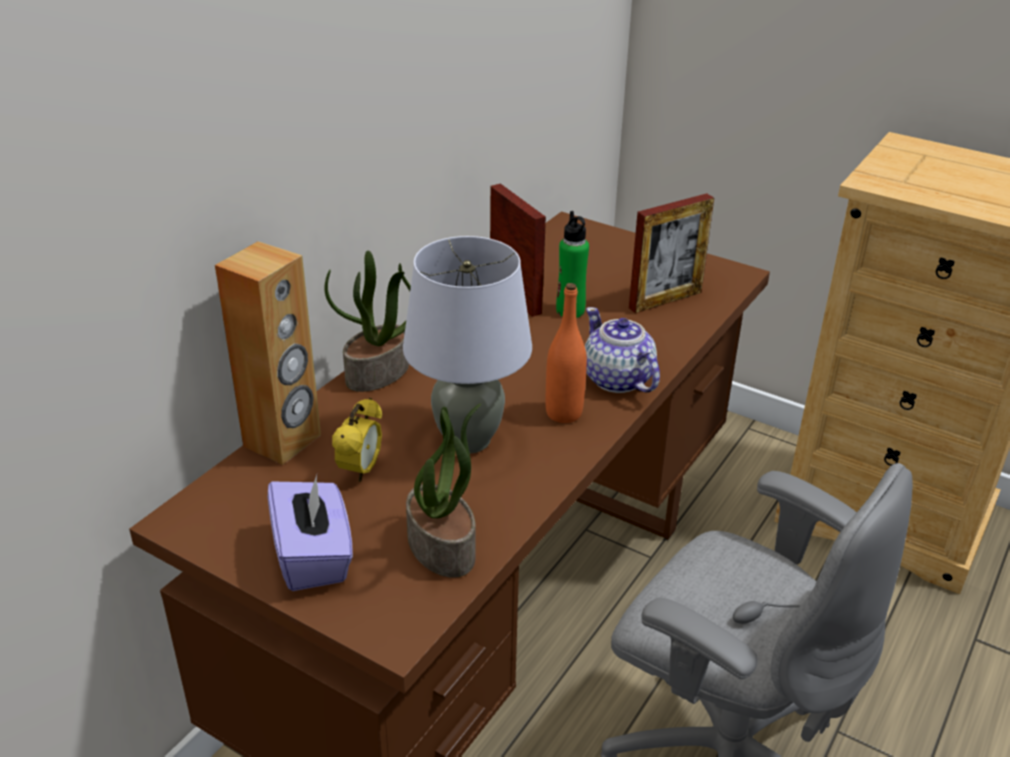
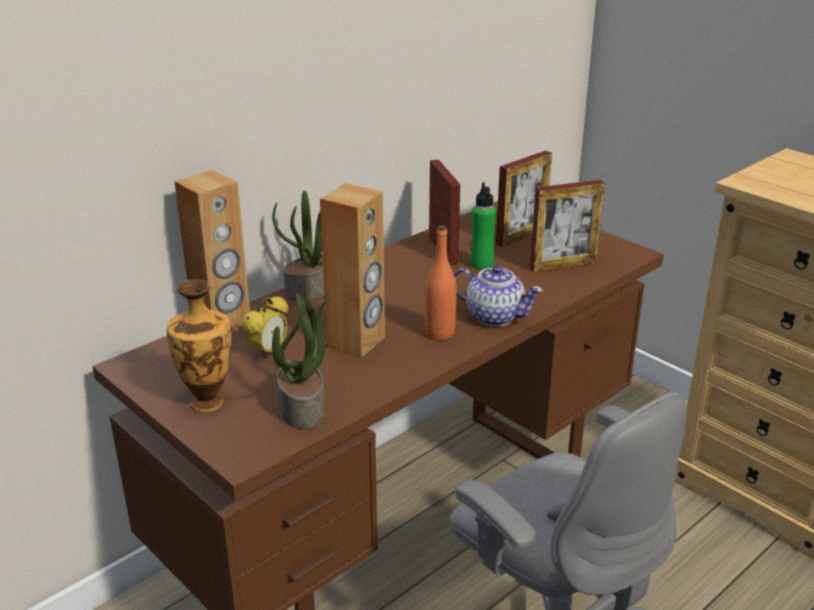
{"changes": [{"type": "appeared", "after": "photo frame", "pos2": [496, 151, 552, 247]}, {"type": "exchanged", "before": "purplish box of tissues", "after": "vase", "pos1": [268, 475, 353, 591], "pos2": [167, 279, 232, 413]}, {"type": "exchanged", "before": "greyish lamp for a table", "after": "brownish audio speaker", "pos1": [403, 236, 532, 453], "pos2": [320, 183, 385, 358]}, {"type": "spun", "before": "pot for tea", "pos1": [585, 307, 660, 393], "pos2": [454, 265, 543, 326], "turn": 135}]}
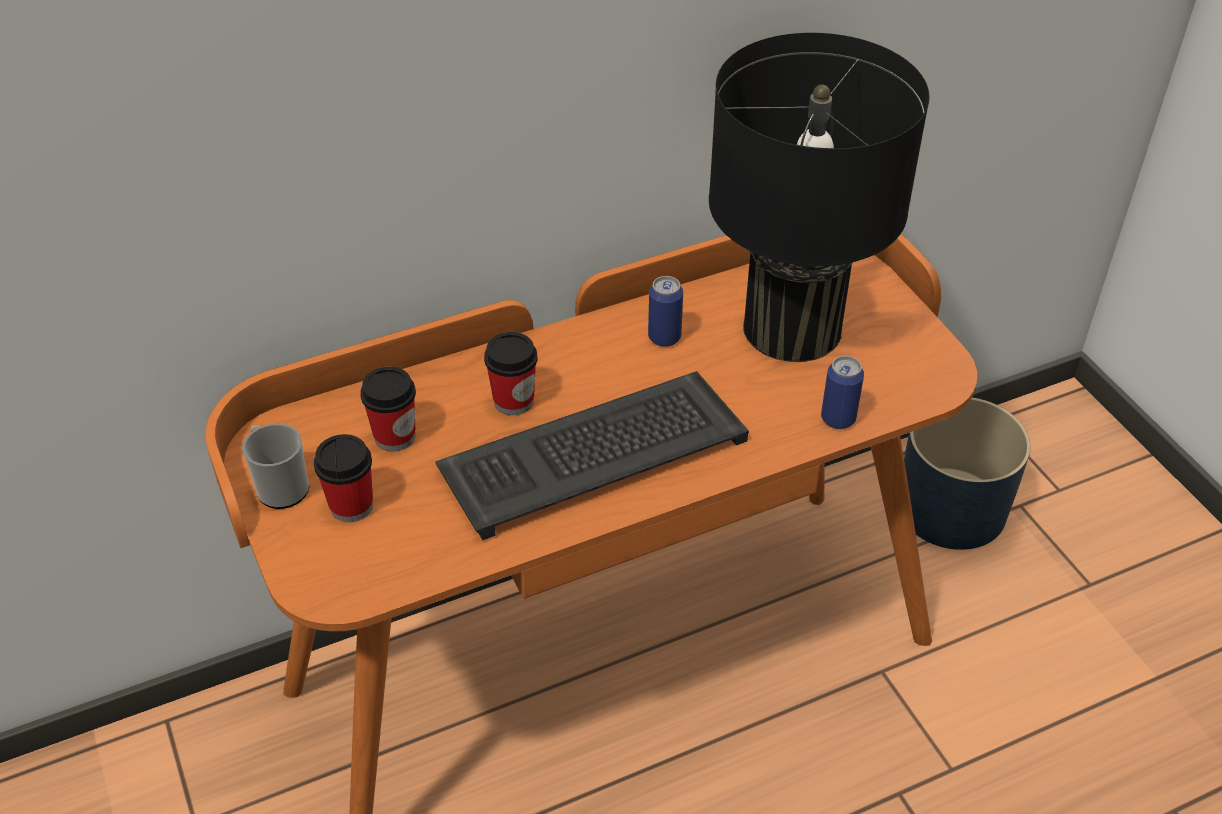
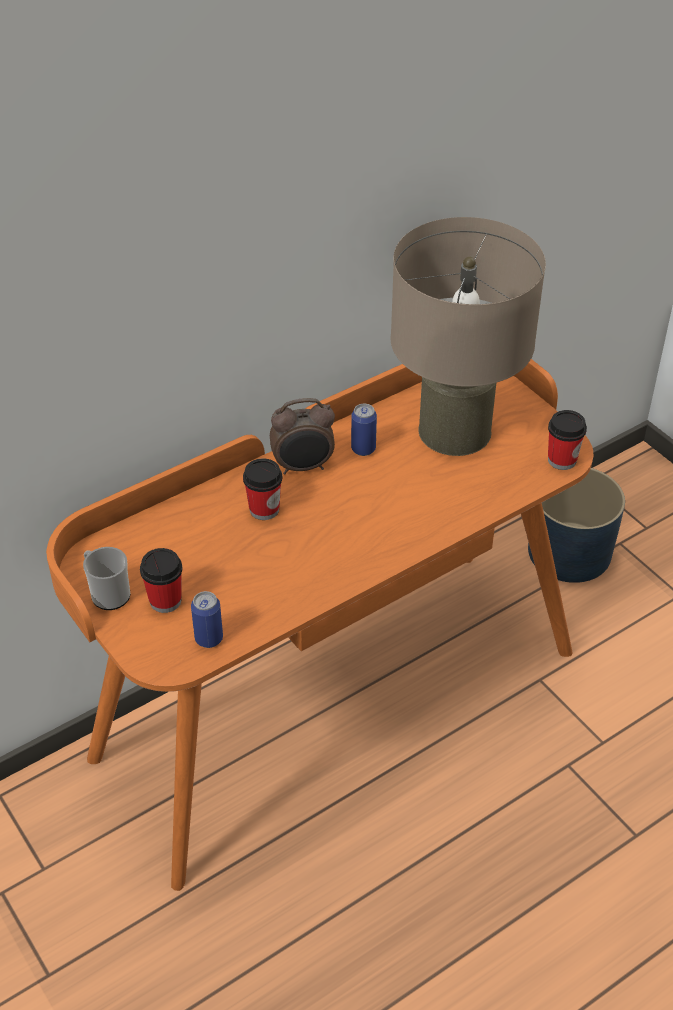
{"changes": [{"type": "missing", "before": "PC keyboard", "pos1": [435, 371, 749, 540]}, {"type": "appeared", "after": "bedside clock", "pos2": [270, 398, 335, 475]}, {"type": "relocated", "before": "small cup", "pos1": [360, 367, 416, 452], "pos2": [548, 410, 587, 470]}, {"type": "relocated", "before": "metal can", "pos1": [821, 356, 864, 429], "pos2": [191, 591, 223, 648]}, {"type": "colour", "before": "black lamp for a table", "after": "sand-coloured lamp for a table", "pos1": [709, 33, 930, 362], "pos2": [391, 217, 546, 456]}]}
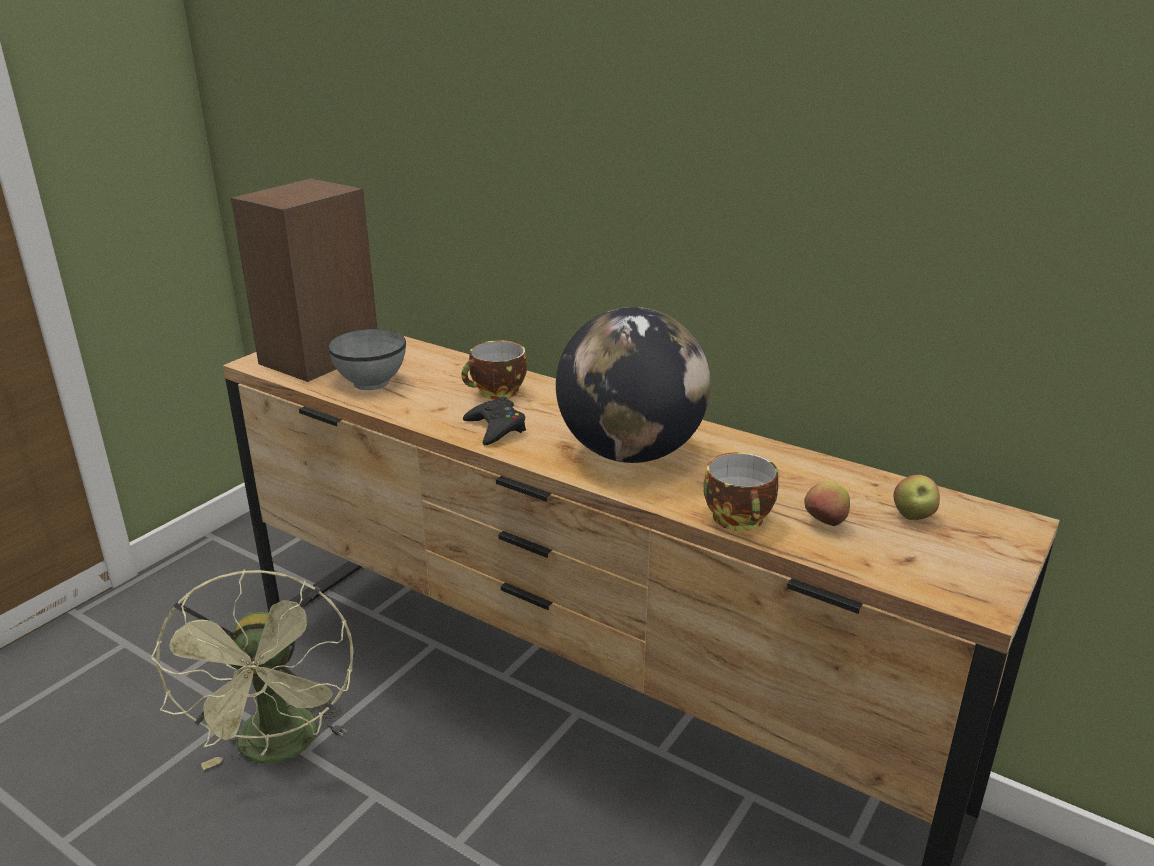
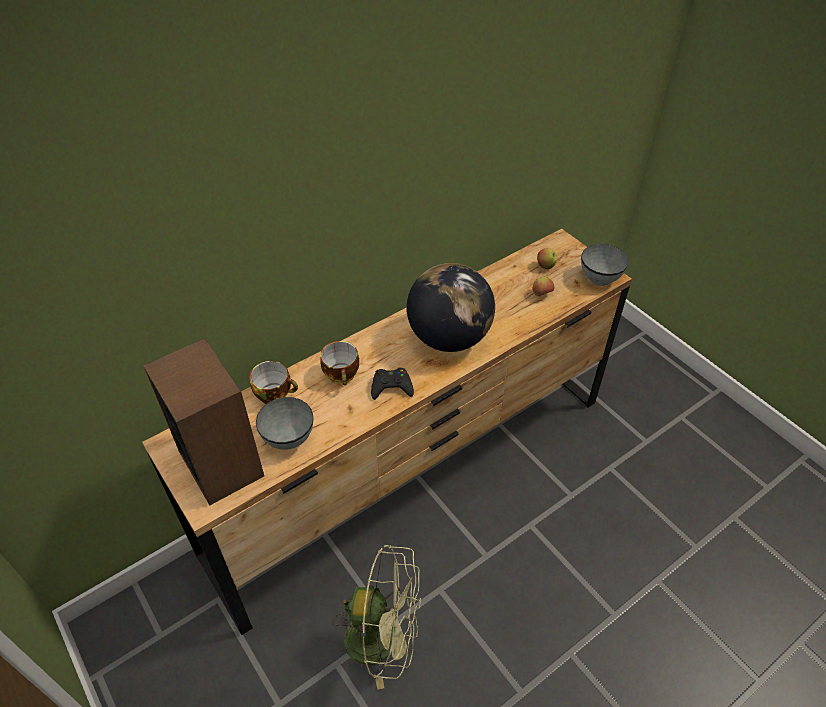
{"changes": [{"type": "appeared", "after": "greyish serving bowl", "pos2": [581, 244, 629, 286]}, {"type": "relocated", "before": "small cup", "pos1": [704, 452, 778, 531], "pos2": [250, 361, 298, 404]}]}
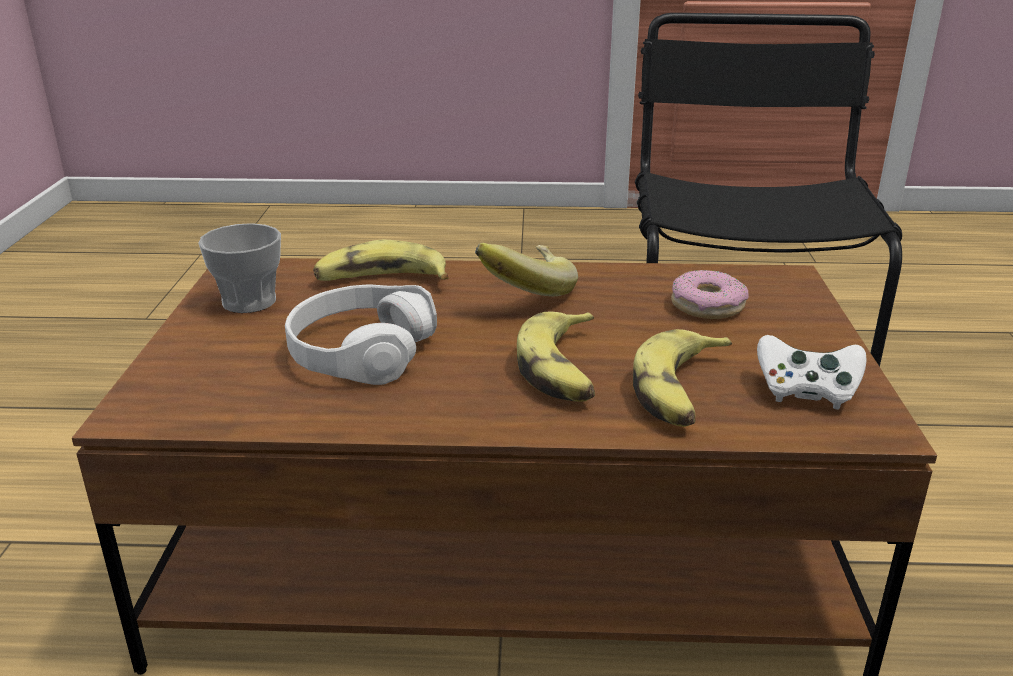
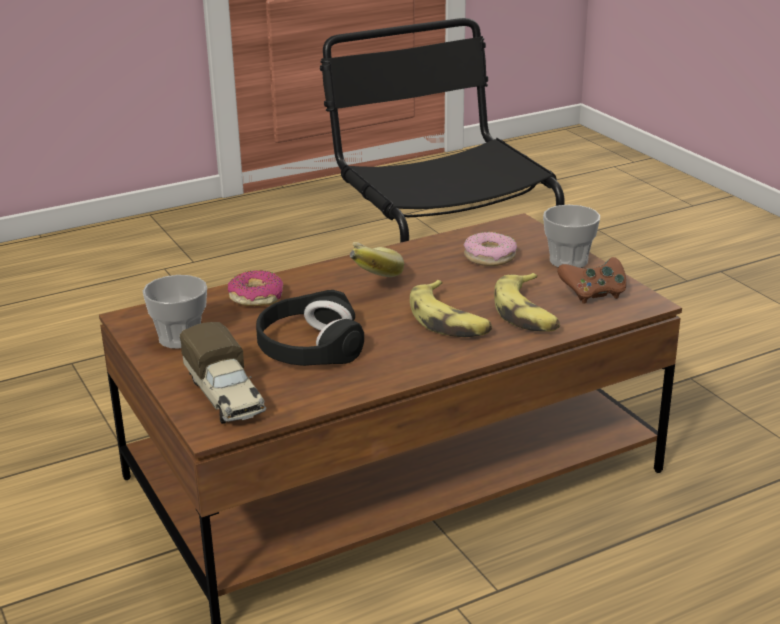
{"changes": [{"type": "appeared", "after": "toy truck", "pos2": [180, 322, 267, 424]}, {"type": "appeared", "after": "small cup", "pos2": [543, 205, 600, 268]}, {"type": "exchanged", "before": "banana", "after": "ring doughnut", "pos1": [313, 240, 449, 281], "pos2": [228, 270, 283, 306]}, {"type": "colour", "before": "white-coloured pair of headphones", "after": "black pair of headphones", "pos1": [285, 284, 437, 385], "pos2": [256, 290, 364, 366]}, {"type": "colour", "before": "white-coloured game controller", "after": "brownish game controller", "pos1": [757, 335, 866, 410], "pos2": [557, 257, 626, 304]}]}
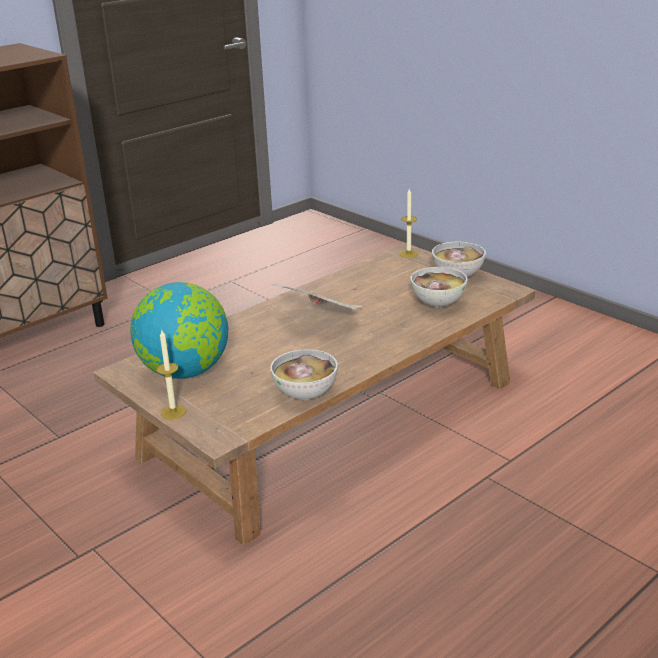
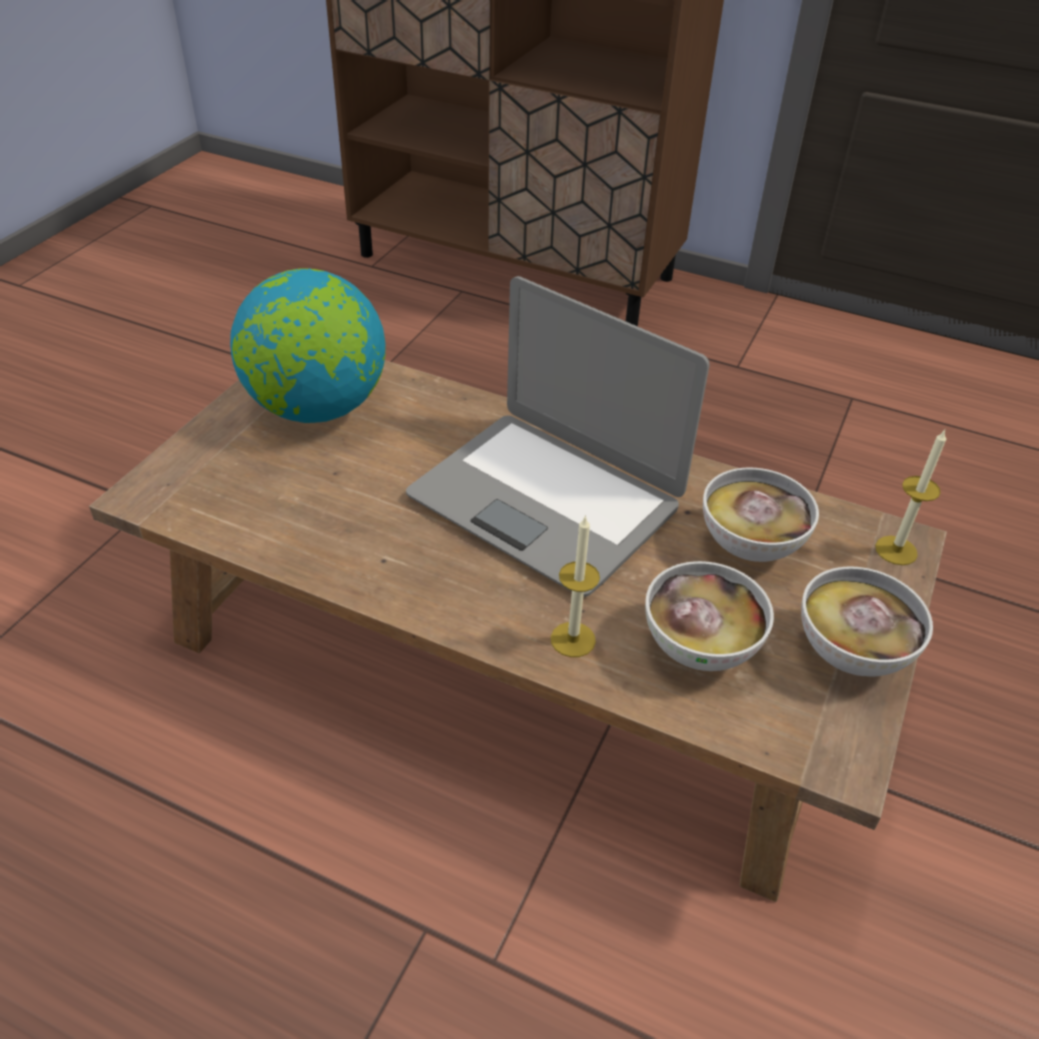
{"changes": [{"type": "relocated", "before": "wax candle", "pos1": [156, 330, 186, 419], "pos2": [551, 515, 600, 657]}, {"type": "relocated", "before": "serving bowl", "pos1": [270, 349, 338, 400], "pos2": [703, 468, 819, 562]}, {"type": "exchanged", "before": "daily paper", "after": "notebook computer", "pos1": [271, 284, 363, 310], "pos2": [406, 276, 710, 597]}]}
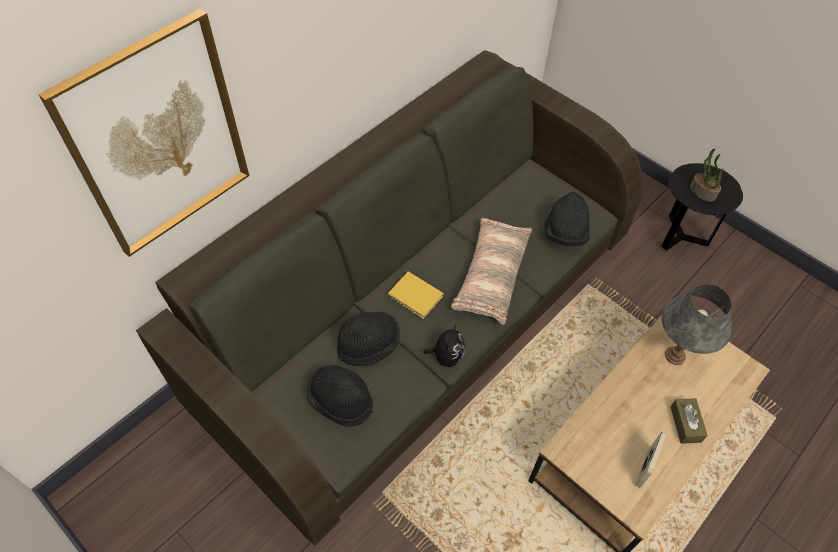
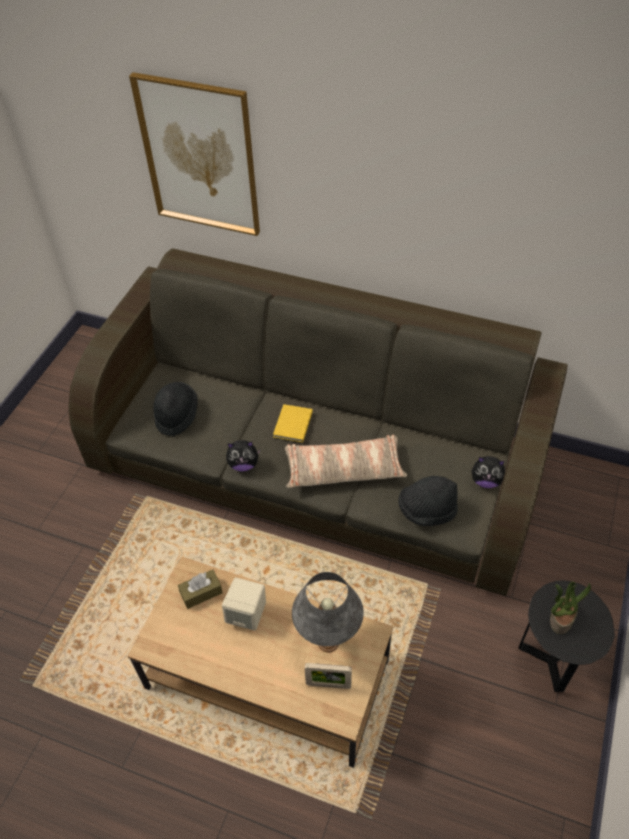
{"changes": [{"type": "missing", "before": "black clothing hat", "pos1": [337, 312, 400, 366]}, {"type": "appeared", "after": "sand-coloured audio speaker", "pos2": [222, 578, 266, 631]}, {"type": "appeared", "after": "plush toy", "pos2": [472, 456, 505, 488]}, {"type": "relocated", "before": "photo frame", "pos1": [636, 432, 666, 488], "pos2": [305, 663, 352, 689]}, {"type": "relocated", "before": "brownish box of tissues", "pos1": [671, 398, 708, 444], "pos2": [178, 570, 223, 609]}]}
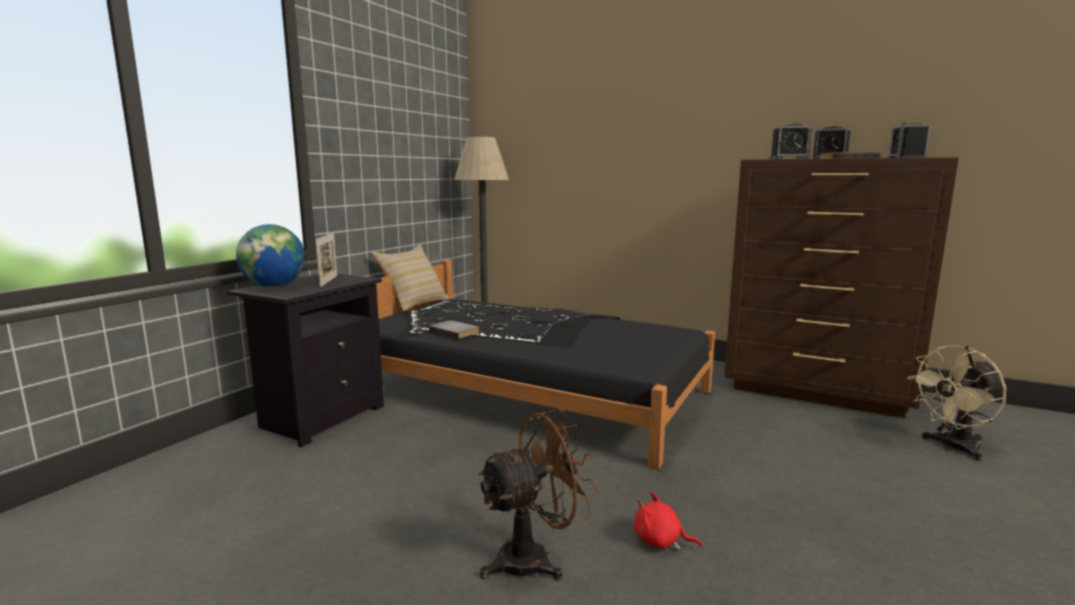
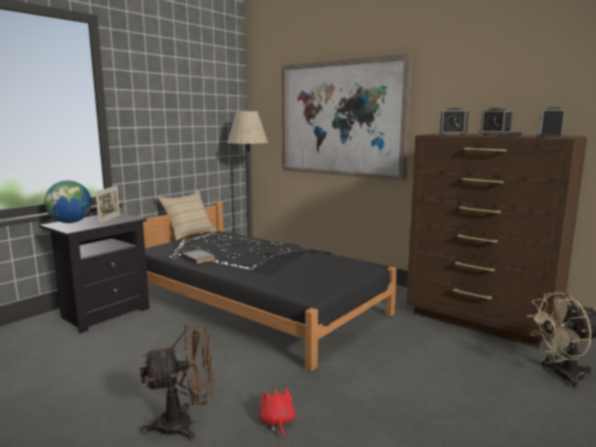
{"changes": [{"type": "appeared", "after": "wall picture", "pos2": [282, 54, 413, 181]}, {"type": "spun", "before": "red plush toy", "pos1": [634, 492, 702, 550], "pos2": [259, 387, 295, 438], "turn": 45}]}
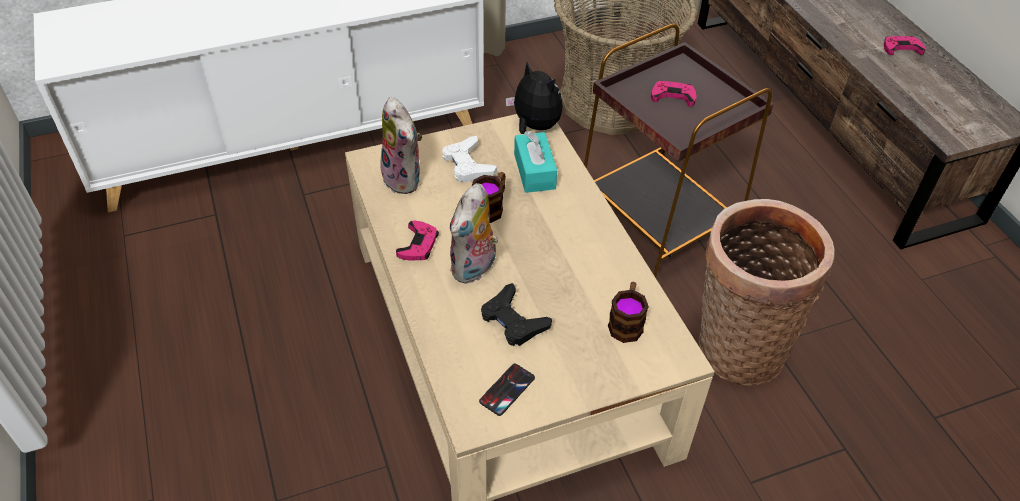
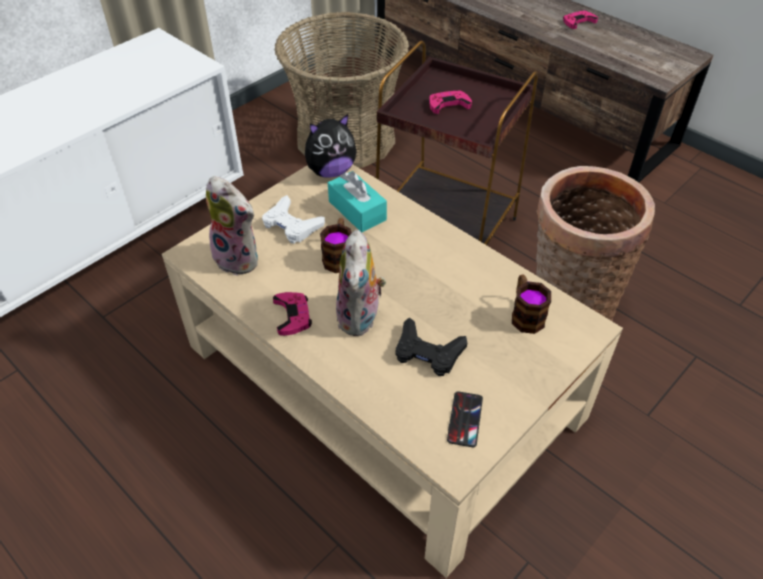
{"changes": [{"type": "spun", "before": "plush toy", "pos1": [505, 62, 563, 134], "pos2": [305, 114, 357, 178], "turn": 135}]}
